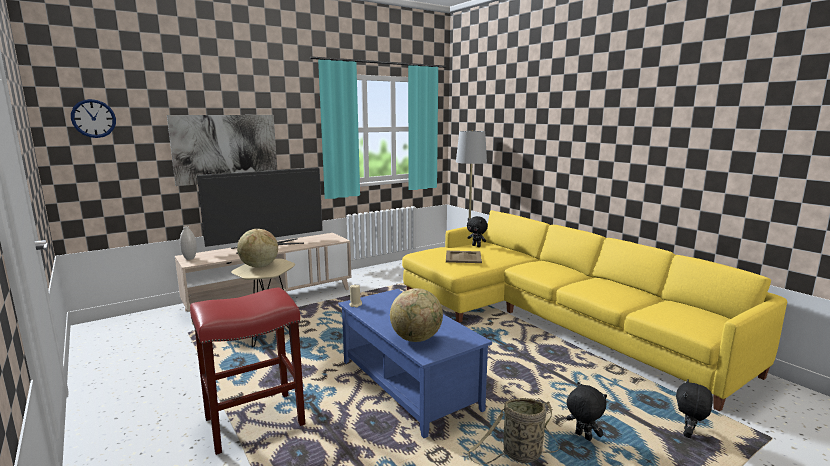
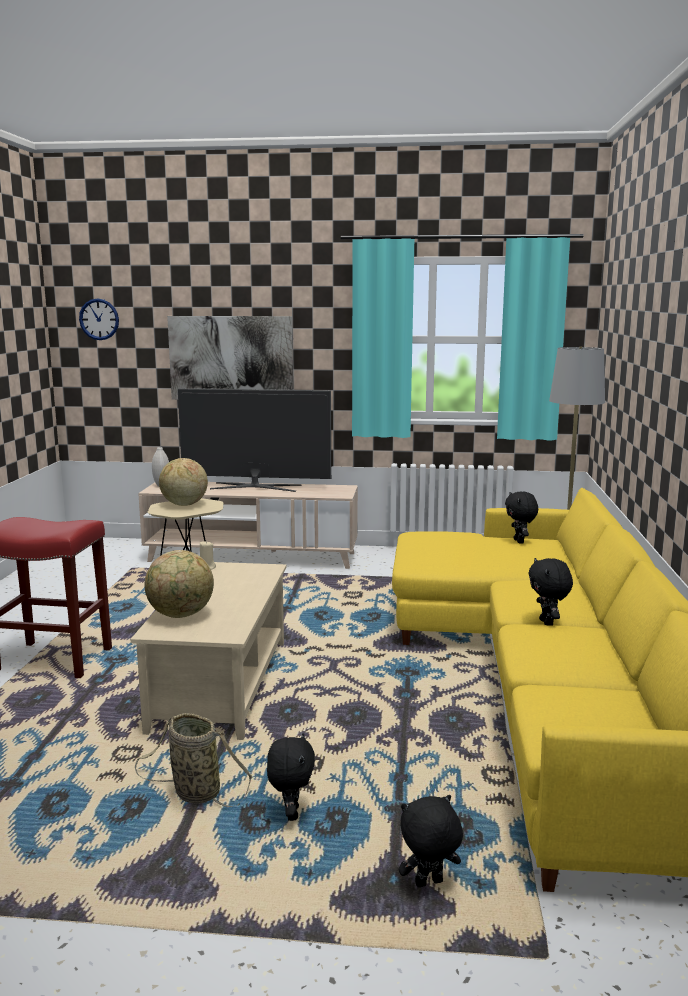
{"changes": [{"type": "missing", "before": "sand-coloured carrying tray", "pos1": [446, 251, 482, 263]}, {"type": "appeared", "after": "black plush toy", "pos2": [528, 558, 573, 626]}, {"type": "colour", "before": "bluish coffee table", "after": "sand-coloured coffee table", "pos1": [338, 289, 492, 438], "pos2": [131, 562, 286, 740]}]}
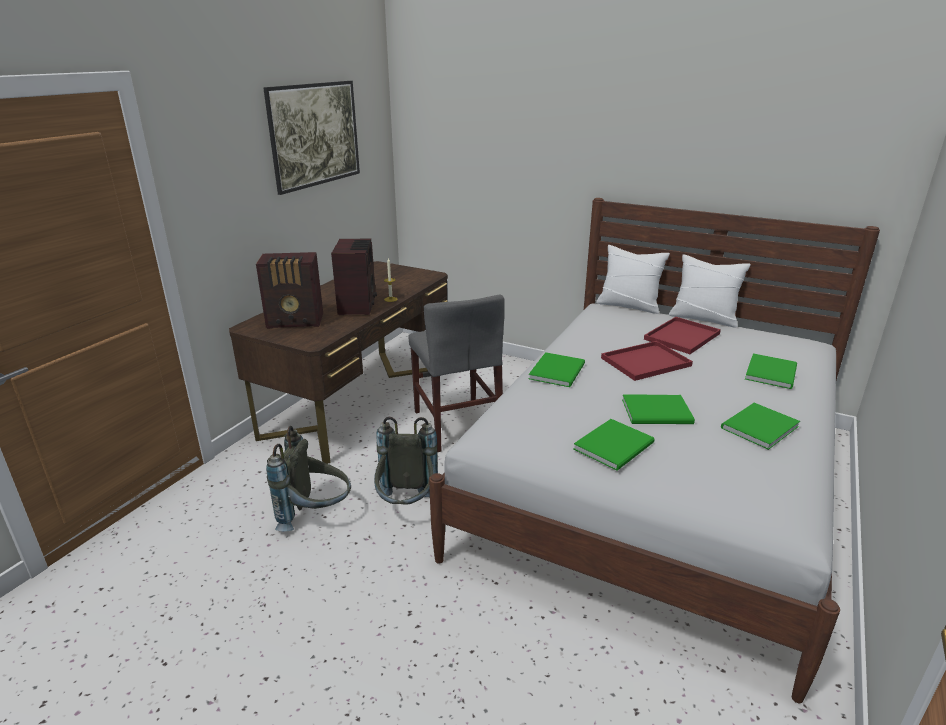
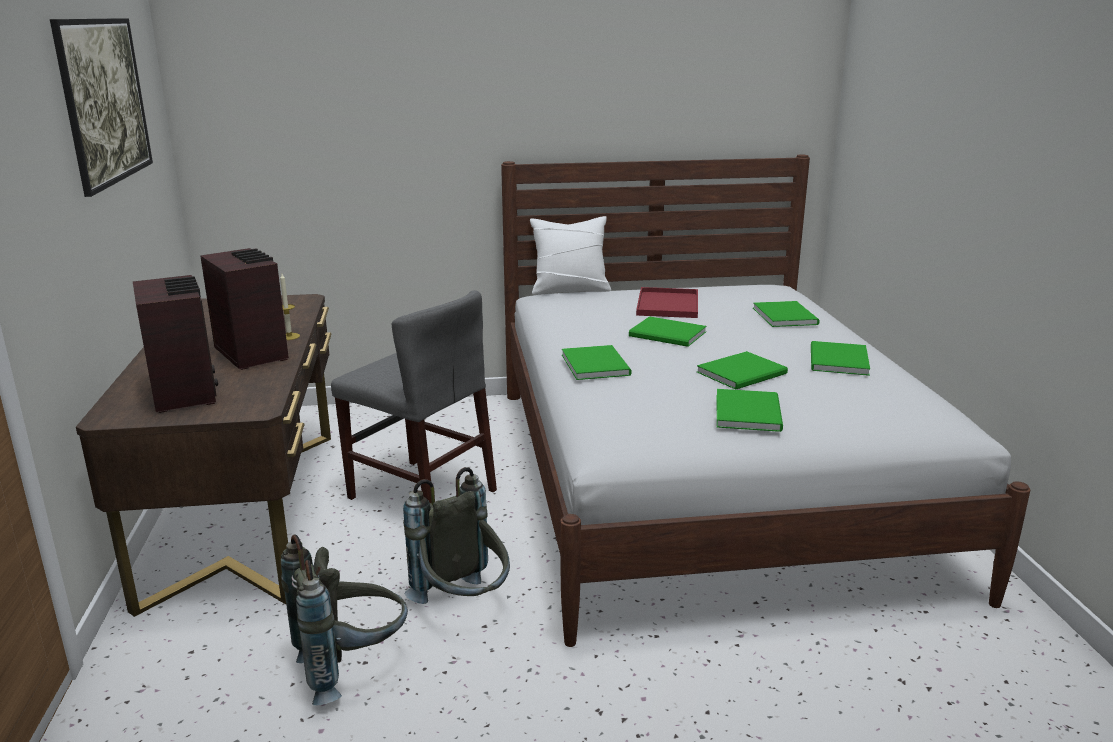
{"changes": [{"type": "missing", "before": "white-coloured throw pillow", "pos1": [669, 255, 750, 328]}, {"type": "exchanged", "before": "red carrying tray", "after": "green-coloured book", "pos1": [601, 341, 693, 381], "pos2": [629, 316, 707, 347]}, {"type": "spun", "before": "radio receiver", "pos1": [256, 252, 323, 329], "pos2": [133, 275, 218, 413], "turn": -75}]}
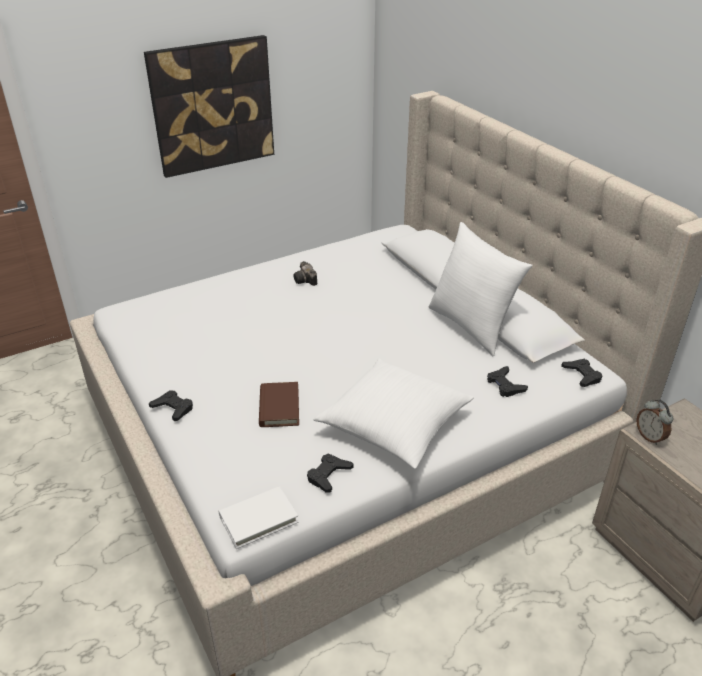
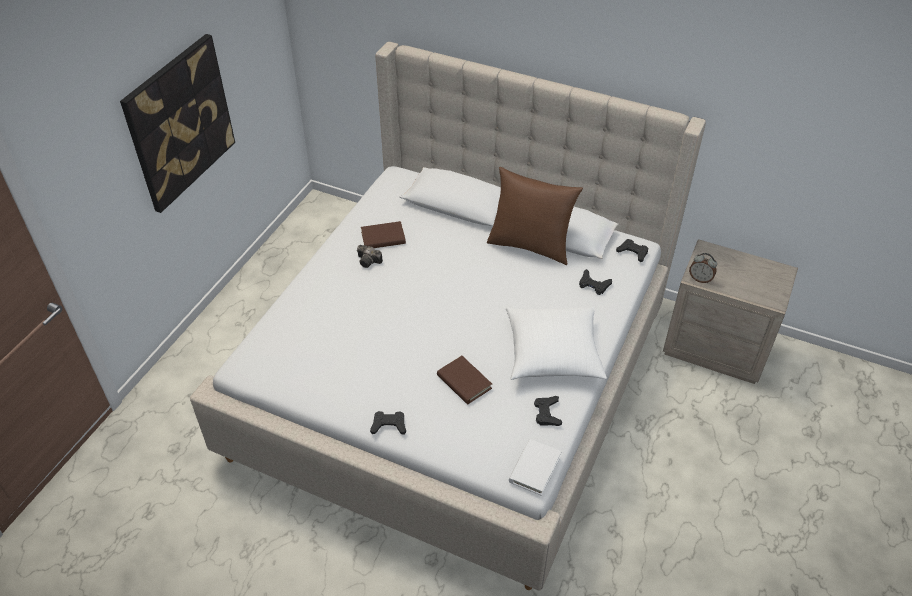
{"changes": [{"type": "appeared", "after": "brownish book", "pos2": [361, 221, 406, 248]}, {"type": "colour", "before": "white-coloured throw pillow", "after": "brownish throw pillow", "pos1": [429, 222, 533, 356], "pos2": [487, 167, 583, 265]}]}
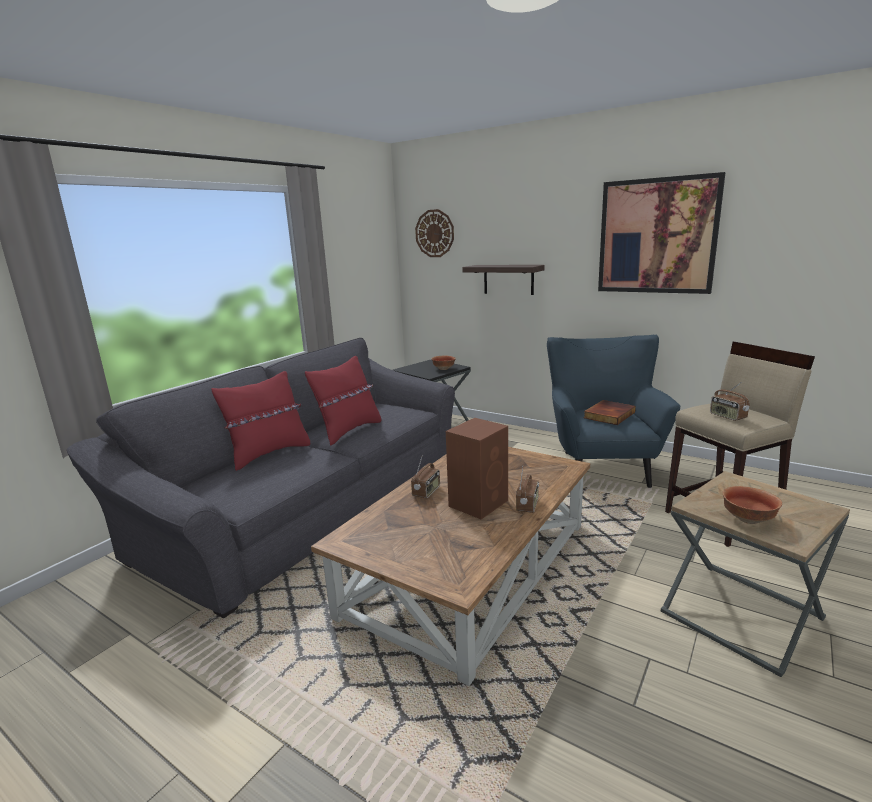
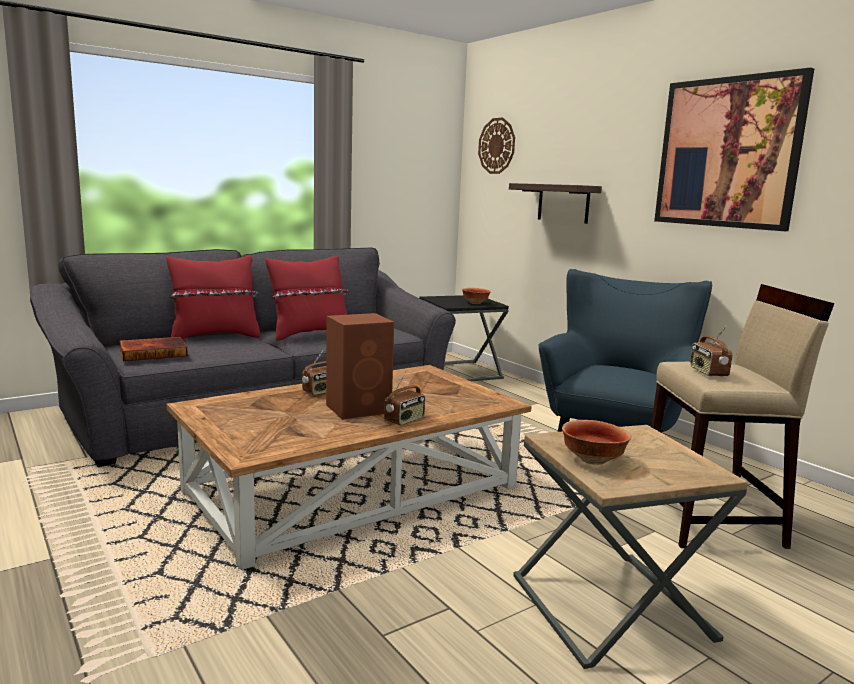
{"changes": [{"type": "relocated", "before": "book", "pos1": [584, 400, 636, 425], "pos2": [119, 337, 188, 361]}]}
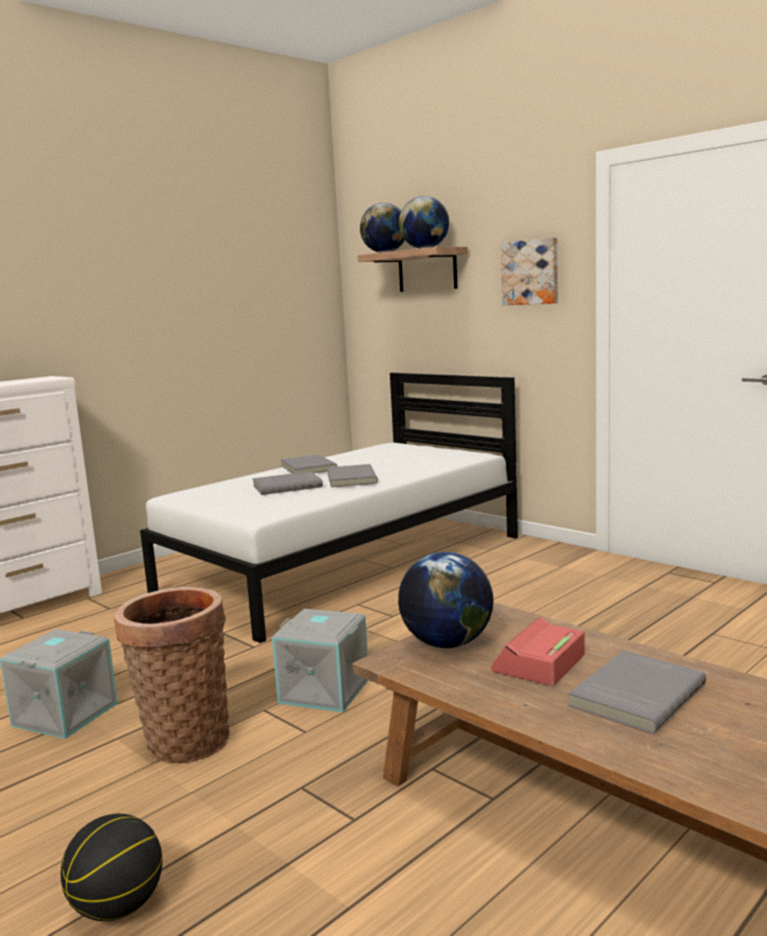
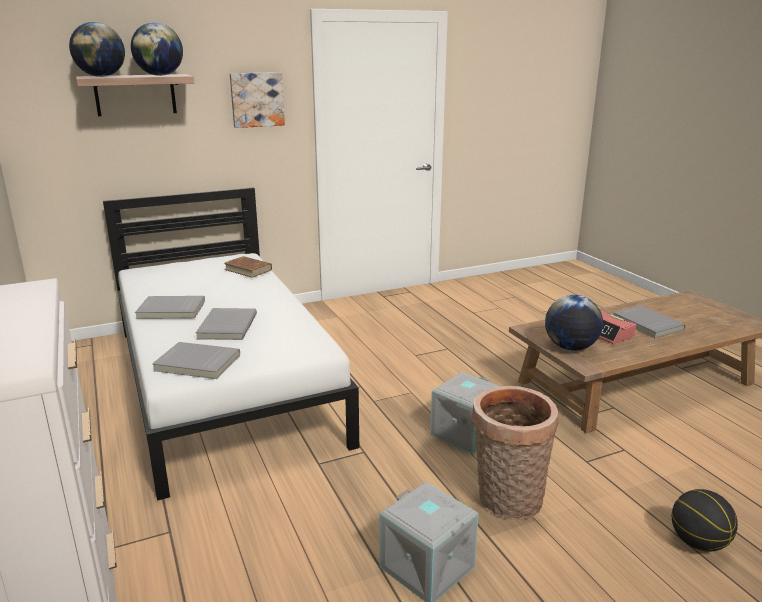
{"changes": [{"type": "appeared", "after": "brownish book", "pos2": [224, 256, 272, 278]}, {"type": "relocated", "before": "greyish book", "pos1": [327, 464, 378, 487], "pos2": [152, 342, 240, 379]}]}
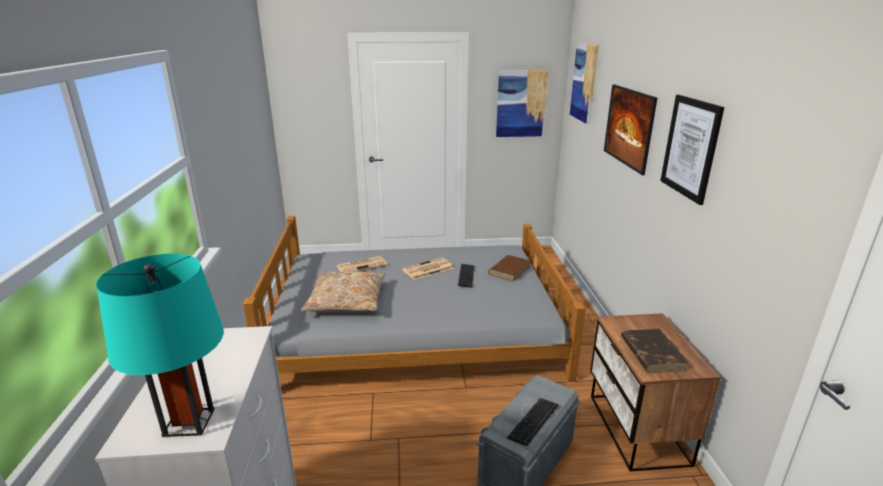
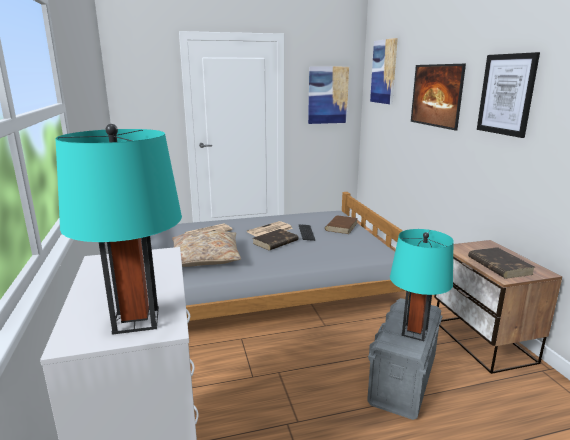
{"changes": [{"type": "appeared", "after": "brownish book", "pos2": [253, 229, 298, 250]}, {"type": "exchanged", "before": "PC keyboard", "after": "turquoise-coloured lamp for a table", "pos1": [507, 398, 559, 446], "pos2": [390, 229, 454, 341]}]}
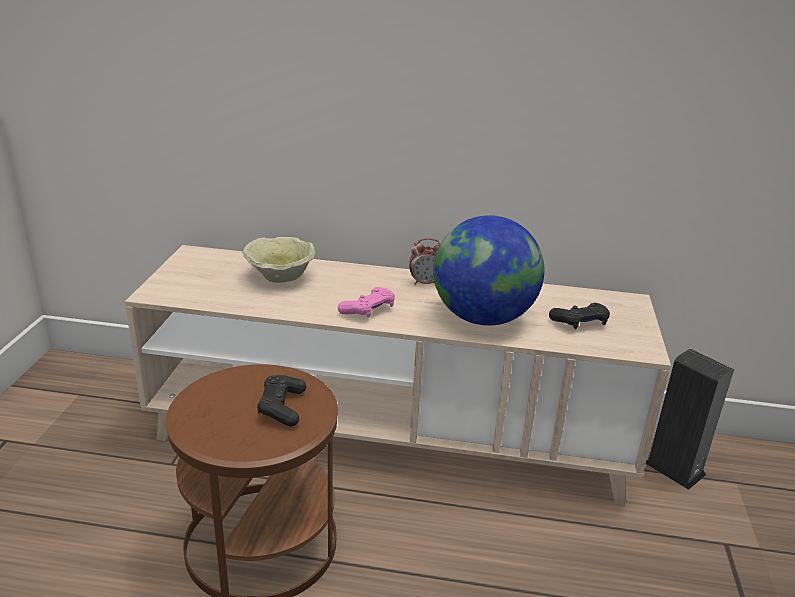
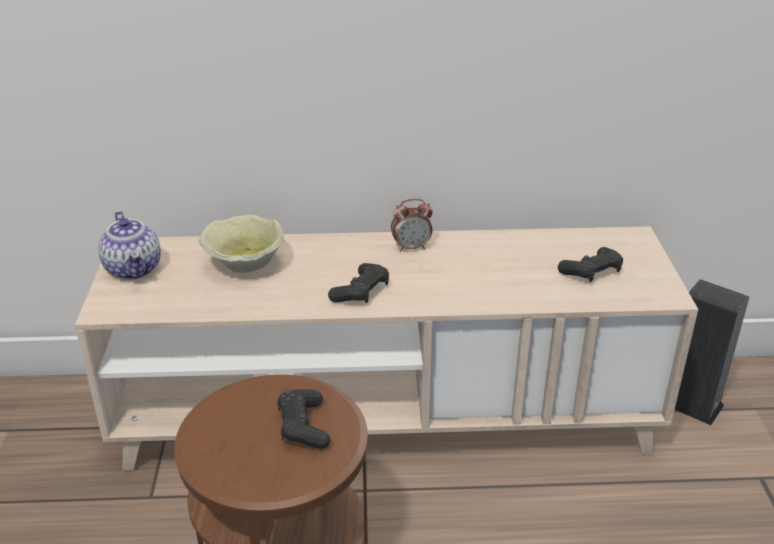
{"changes": [{"type": "missing", "before": "world globe", "pos1": [433, 215, 544, 326]}, {"type": "appeared", "after": "pot for tea", "pos2": [98, 211, 161, 280]}, {"type": "colour", "before": "pink-coloured game controller", "after": "black game controller", "pos1": [338, 287, 395, 318], "pos2": [328, 263, 389, 303]}]}
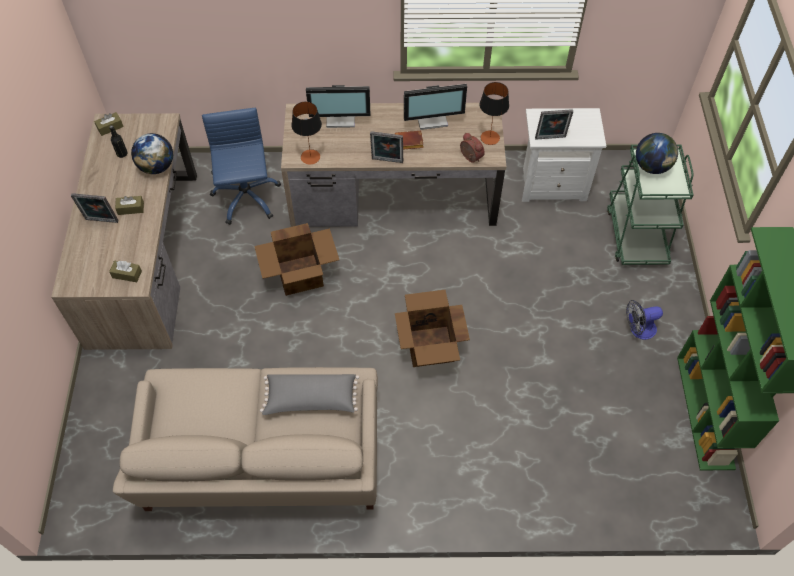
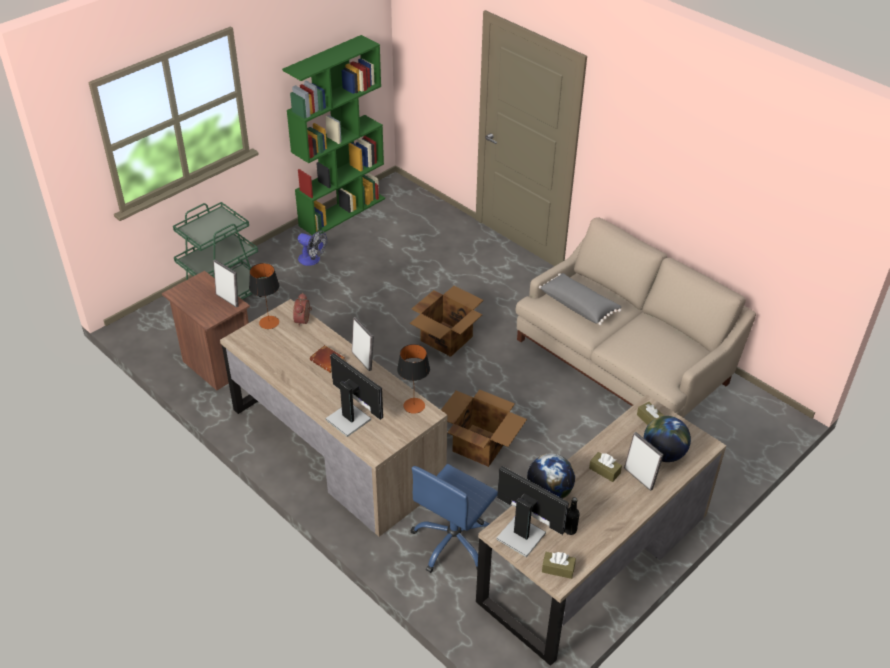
{"changes": [{"type": "relocated", "before": "computer screen", "pos1": [404, 84, 467, 130], "pos2": [496, 466, 569, 557]}, {"type": "relocated", "before": "world globe", "pos1": [636, 133, 678, 174], "pos2": [644, 416, 691, 462]}, {"type": "colour", "before": "white-coloured nightstand", "after": "brownish nightstand", "pos1": [522, 108, 606, 202], "pos2": [162, 271, 250, 391]}]}
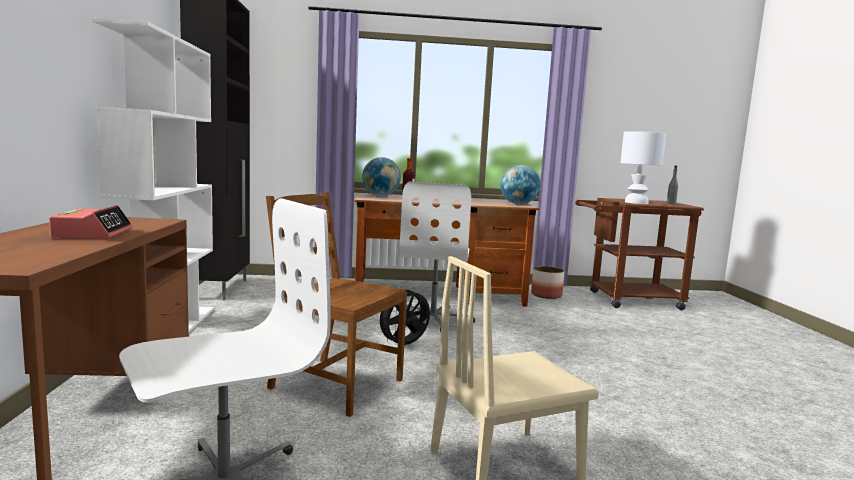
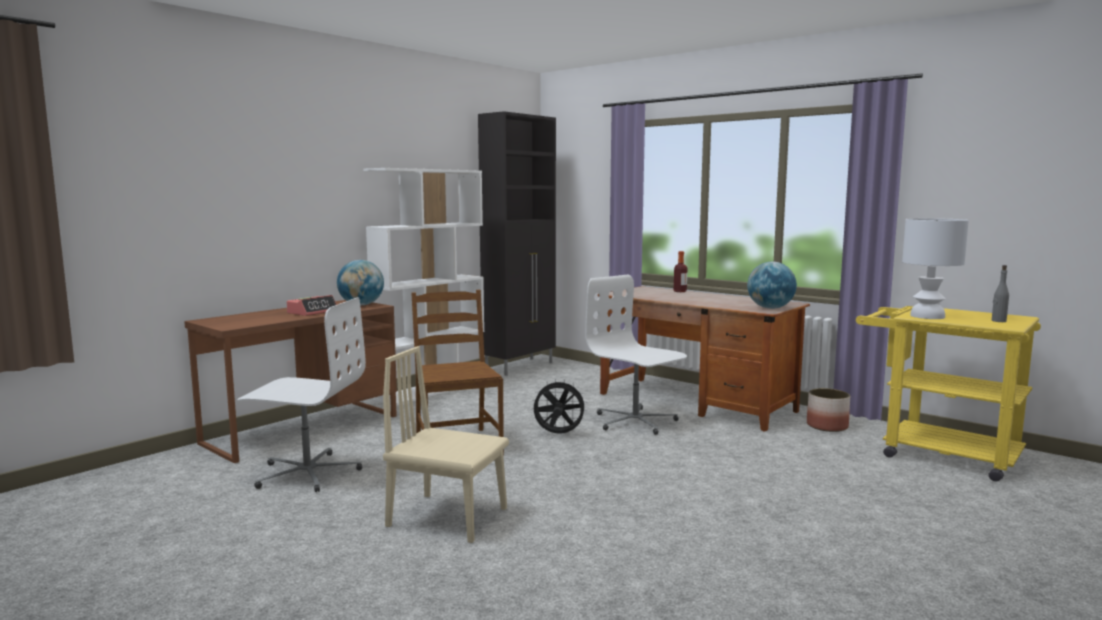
{"changes": [{"type": "relocated", "before": "world globe", "pos1": [362, 157, 401, 196], "pos2": [337, 260, 384, 305]}, {"type": "colour", "before": "brownish cart", "after": "yellow-coloured cart", "pos1": [575, 198, 704, 310], "pos2": [856, 306, 1041, 481]}, {"type": "spun", "before": "white-coloured office chair", "pos1": [398, 182, 475, 332], "pos2": [585, 275, 687, 435], "turn": 90}]}
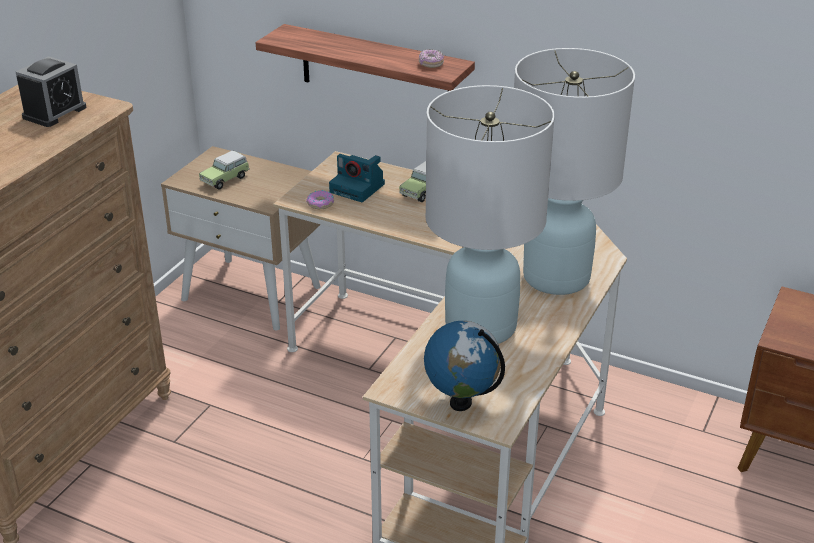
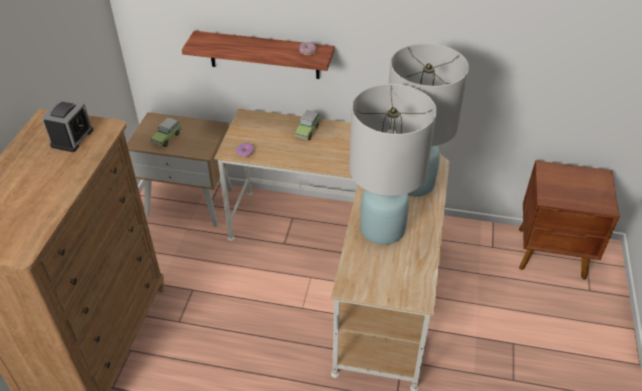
{"changes": [{"type": "missing", "before": "still camera", "pos1": [329, 154, 385, 202]}, {"type": "missing", "before": "world globe", "pos1": [424, 321, 505, 411]}]}
